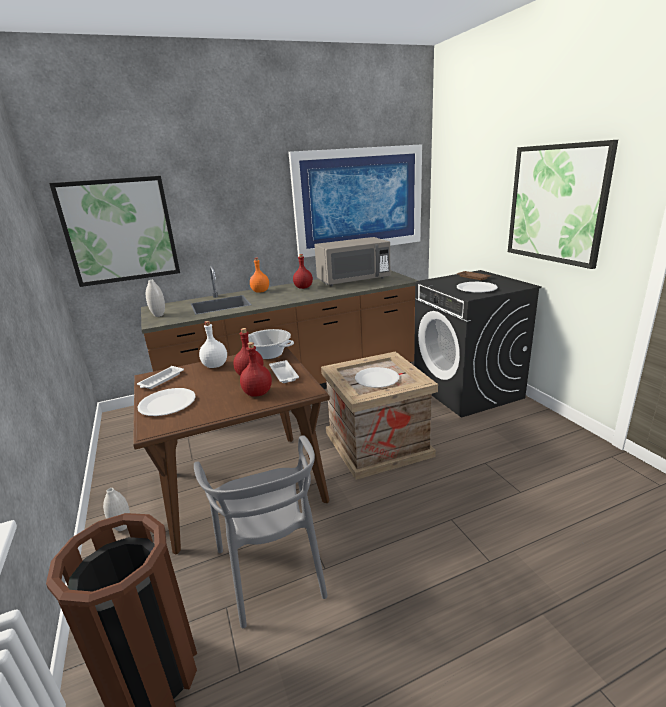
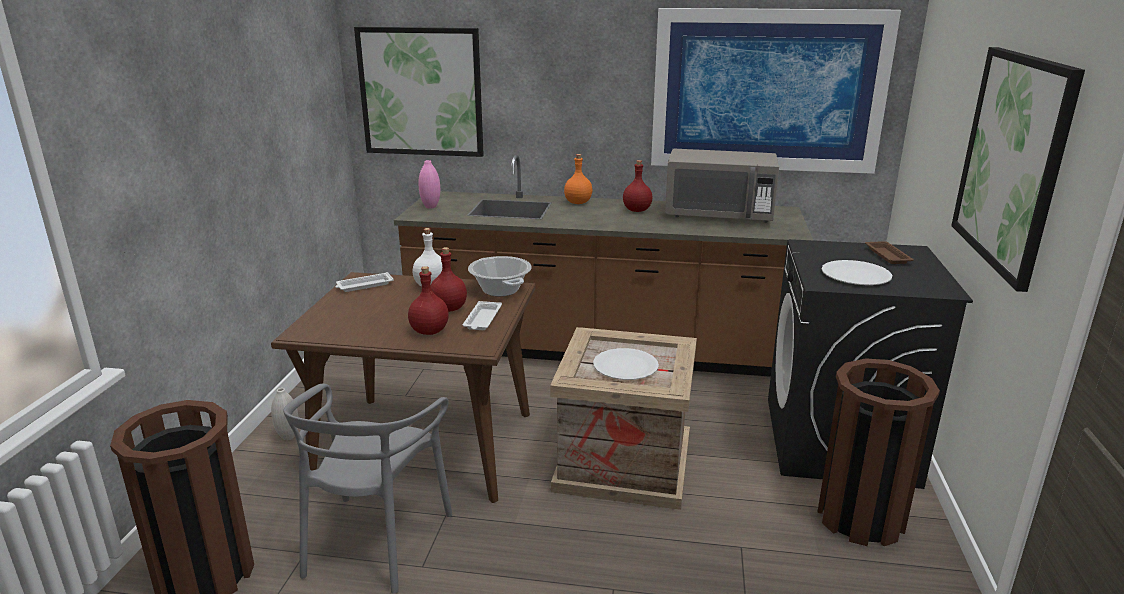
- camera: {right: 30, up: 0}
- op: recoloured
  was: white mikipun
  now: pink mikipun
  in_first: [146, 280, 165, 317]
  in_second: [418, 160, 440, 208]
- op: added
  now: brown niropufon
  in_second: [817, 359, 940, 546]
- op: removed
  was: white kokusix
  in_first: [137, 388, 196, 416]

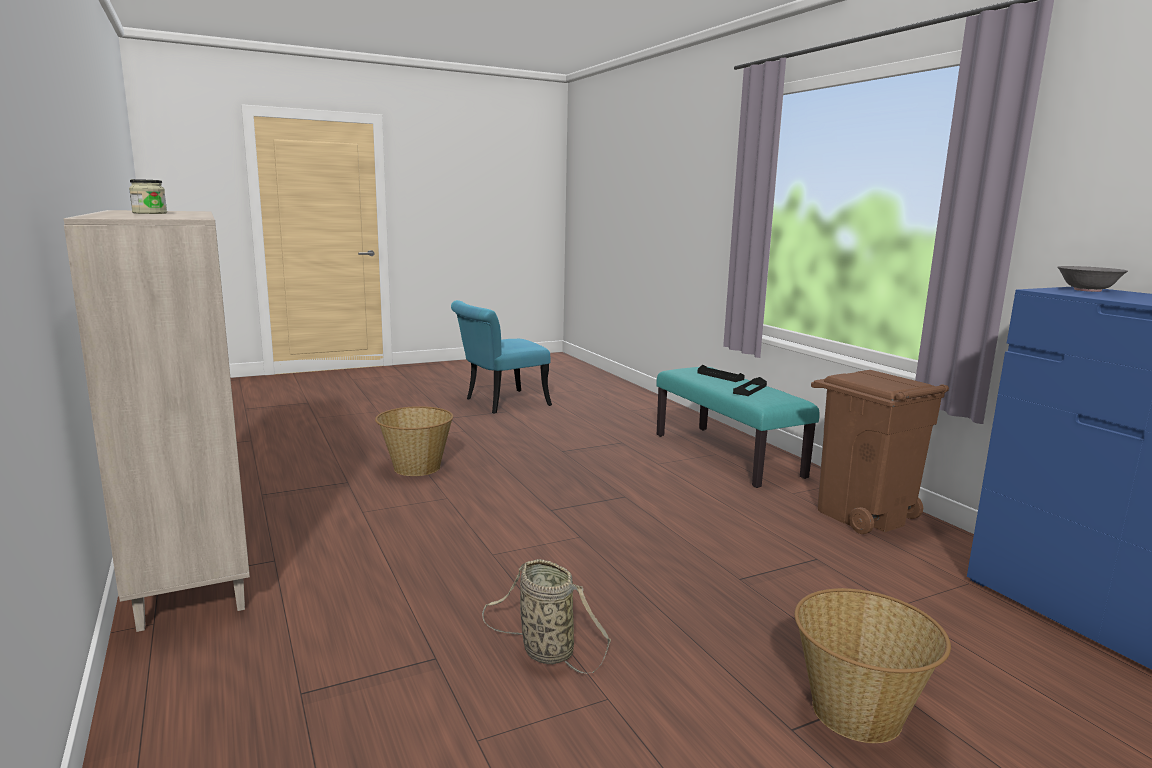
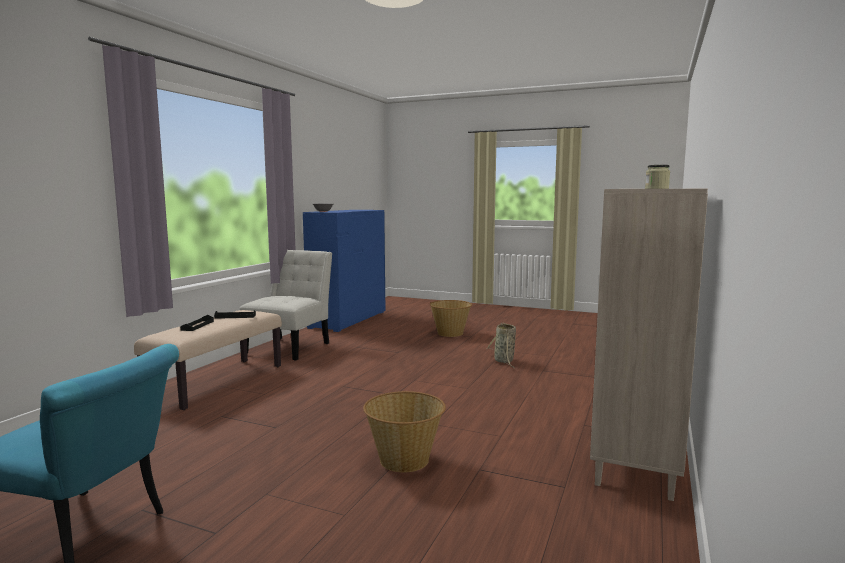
- camera: {right: -130, up: -5}
- op: recoloured
  was: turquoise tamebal
  now: beige tamebal
  in_first: [656, 367, 820, 488]
  in_second: [134, 310, 282, 410]
- op: replaced
  was: brown niropufon
  now: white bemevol
  in_first: [811, 370, 949, 534]
  in_second: [240, 250, 332, 360]

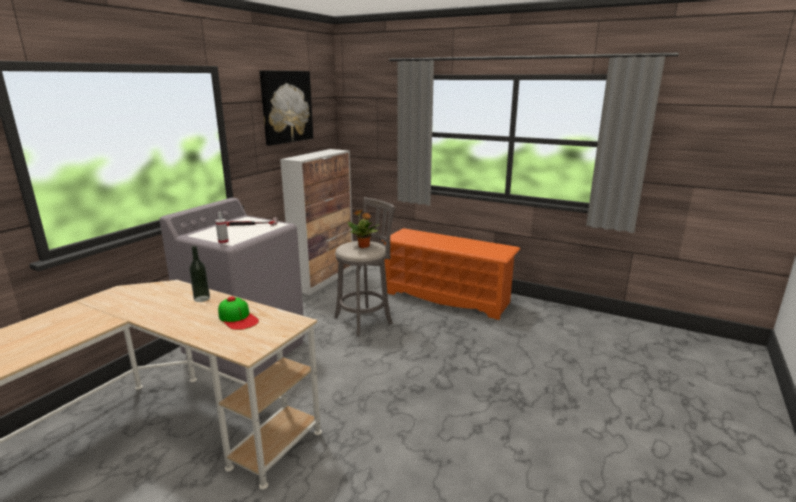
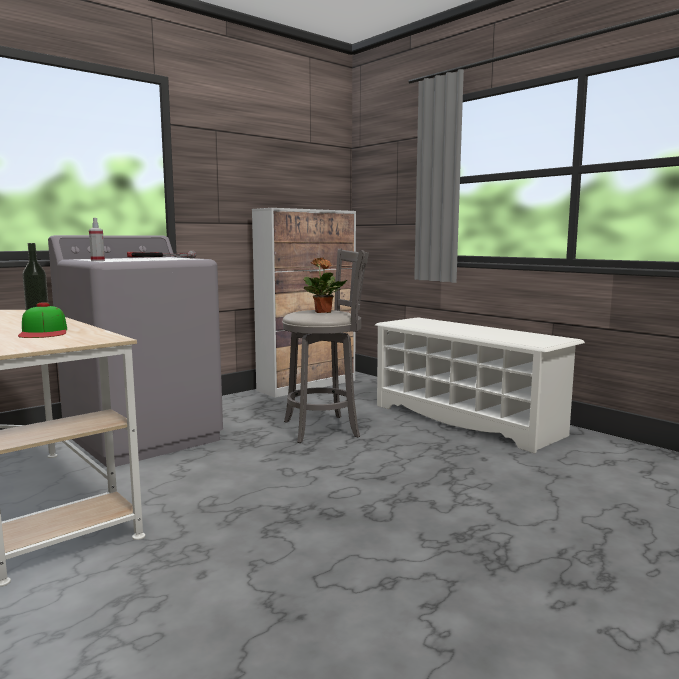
- camera: {right: 20, up: -10}
- op: recoloured
  was: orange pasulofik
  now: white pasulofik
  in_first: [382, 228, 520, 320]
  in_second: [375, 317, 585, 454]
- op: removed
  was: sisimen
  in_first: [260, 70, 313, 146]

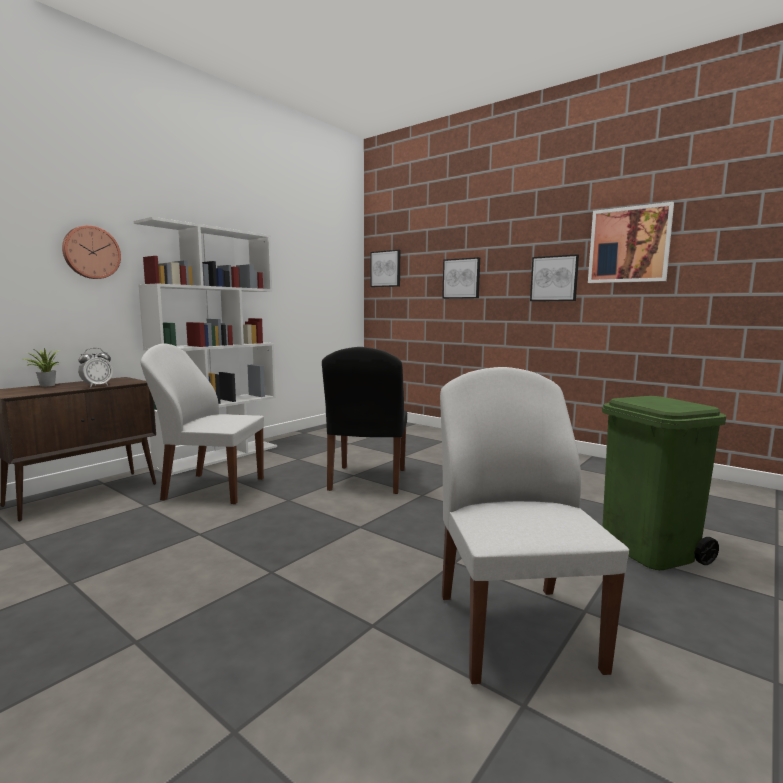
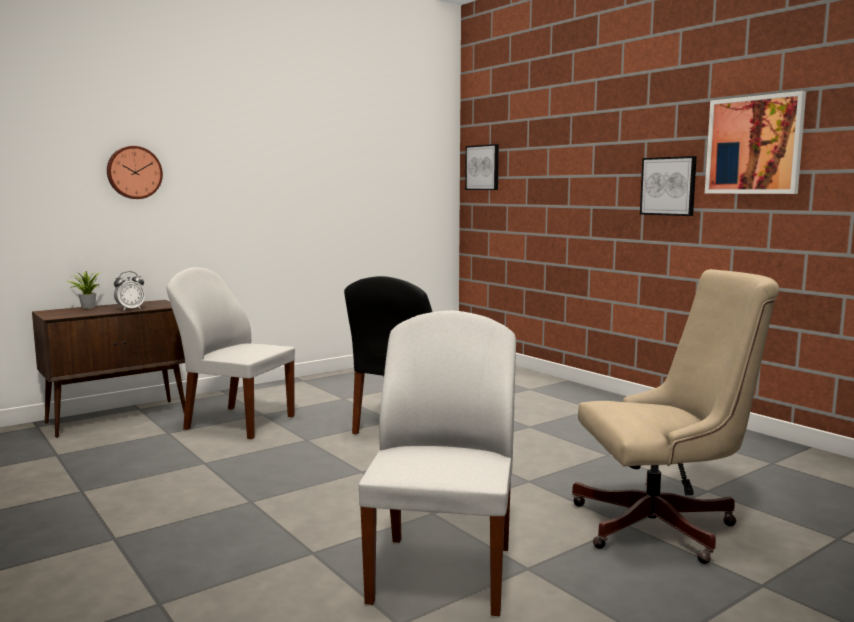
- camera: {right: 15, up: 0}
- op: replaced
  was: green niropufon
  now: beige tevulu
  in_first: [602, 396, 727, 570]
  in_second: [572, 269, 779, 564]
- op: removed
  was: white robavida
  in_first: [134, 217, 277, 475]
- op: removed
  was: sisimen
  in_first: [442, 257, 480, 299]

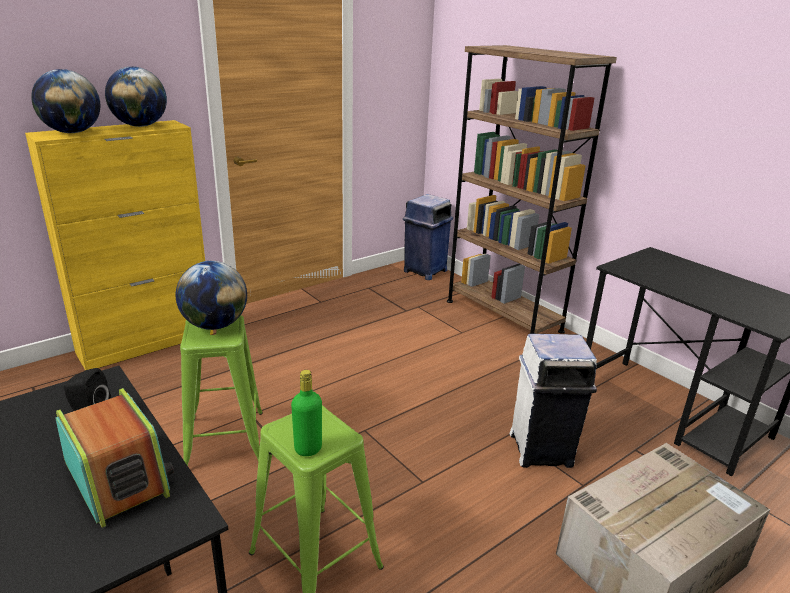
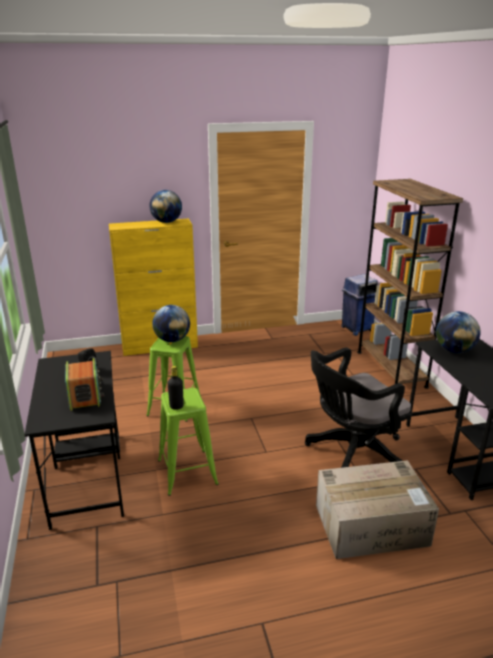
- camera: {right: 25, up: 0}
- op: recoloured
  was: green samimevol
  now: black samimevol
  in_first: [291, 370, 322, 456]
  in_second: [167, 366, 184, 410]
- op: replaced
  was: white niropufon
  now: black tevulu
  in_first: [510, 334, 597, 468]
  in_second: [305, 347, 412, 468]
- op: moved
  was: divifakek
  in_first: [31, 69, 100, 133]
  in_second: [436, 311, 481, 353]

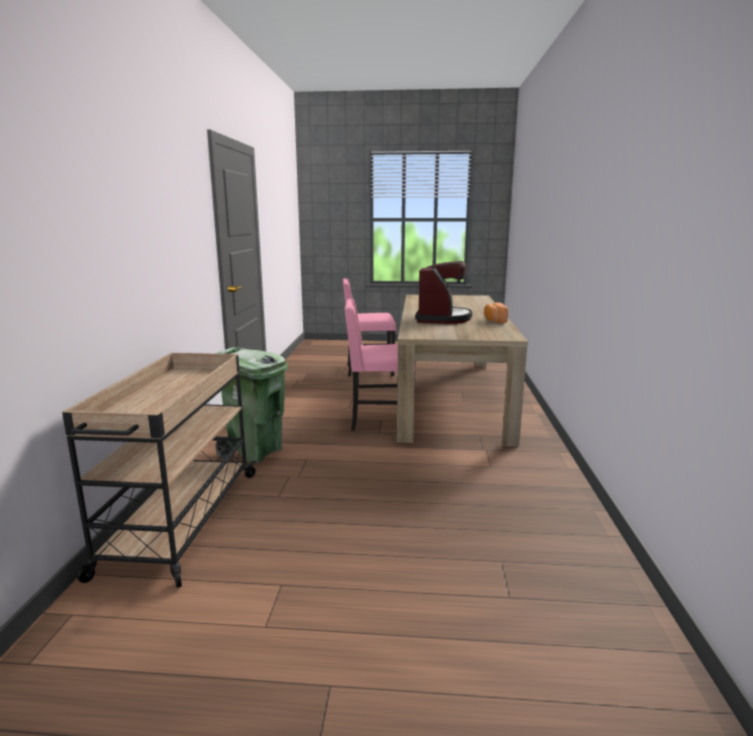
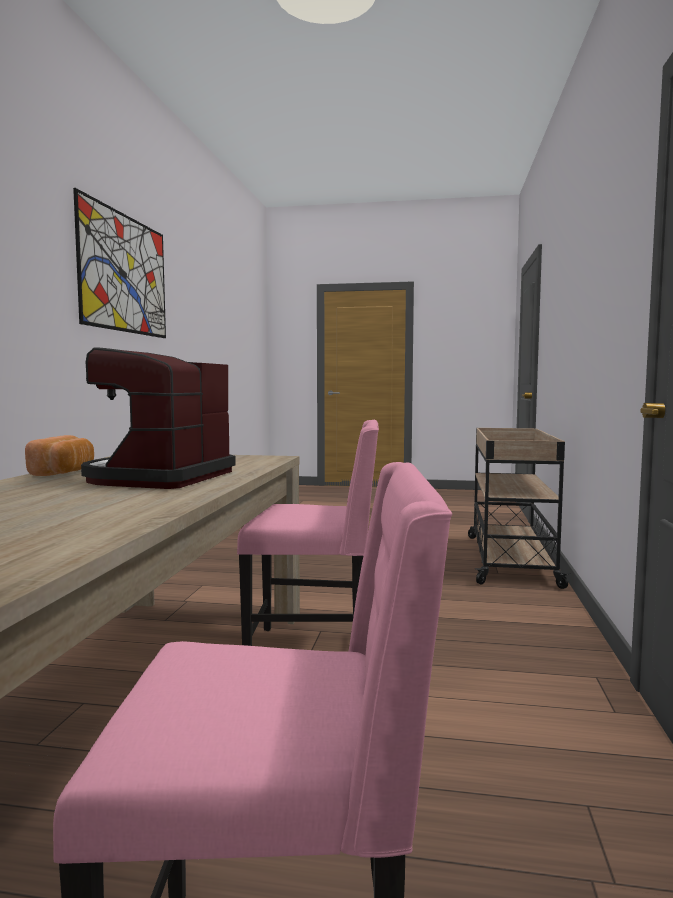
- camera: {right: -175, up: -10}
- op: added
  now: sisimen
  in_second: [73, 188, 166, 338]
- op: removed
  was: green niropufon
  in_first: [214, 347, 288, 463]

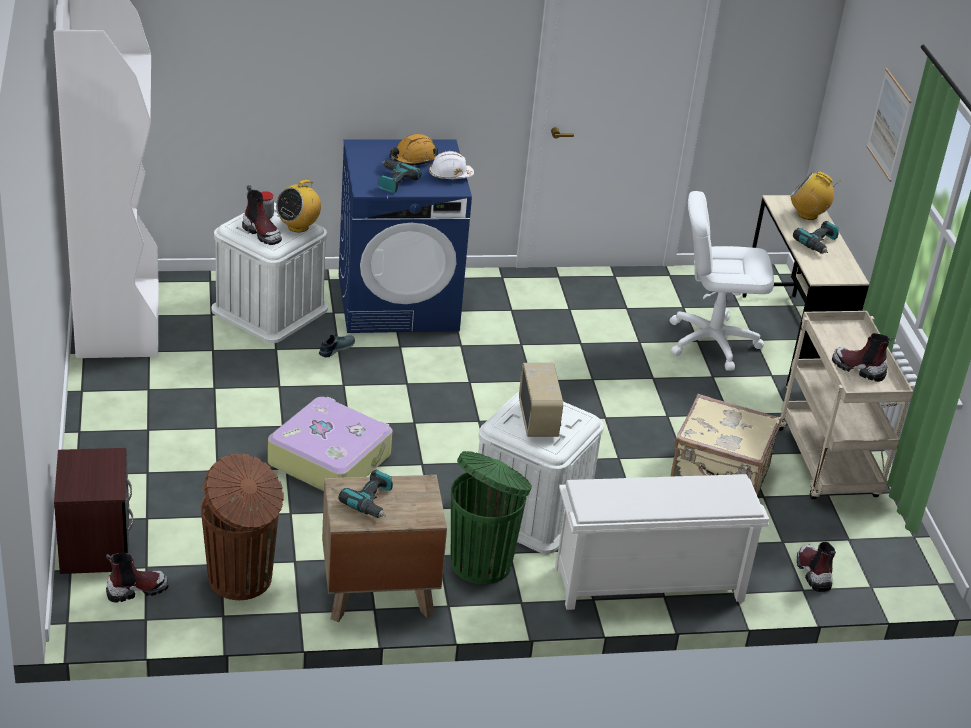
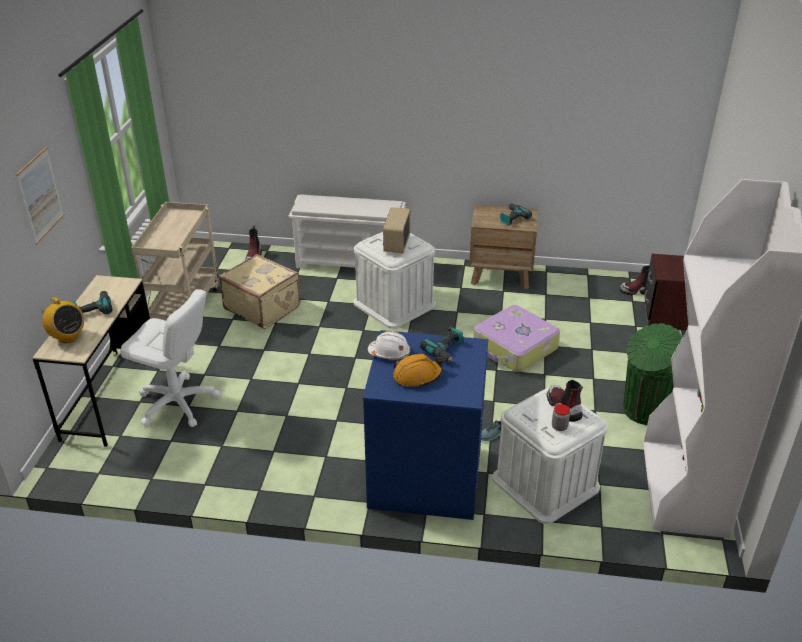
- camera: {right: -160, up: 0}
- op: moved
  was: green niropufon
  in_first: [451, 451, 532, 585]
  in_second: [623, 323, 683, 425]
- op: removed
  was: brown niropufon
  in_first: [201, 454, 284, 600]
- op: removed
  was: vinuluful
  in_first: [276, 178, 321, 232]
- op: removed
  was: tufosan
  in_first: [832, 333, 894, 382]

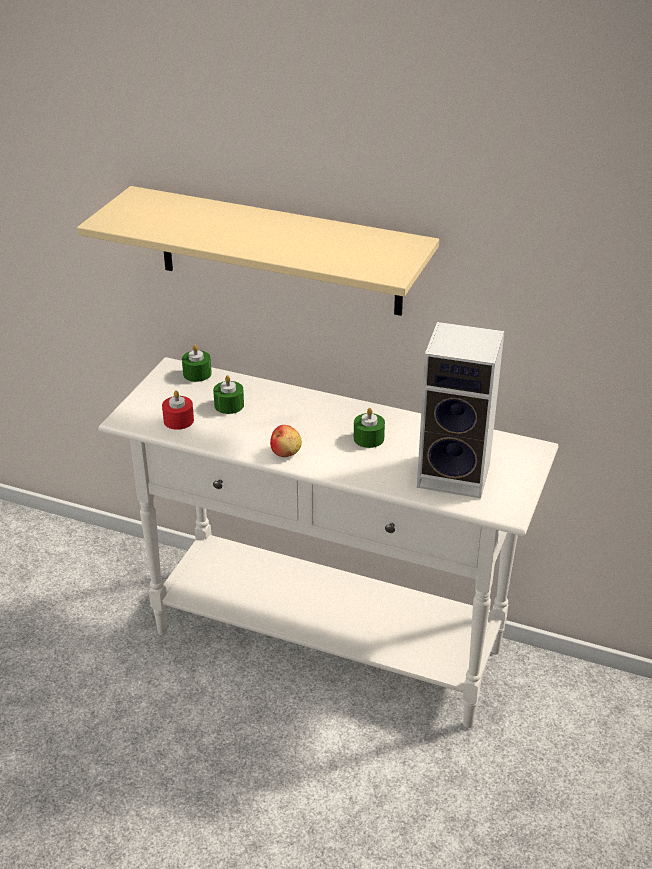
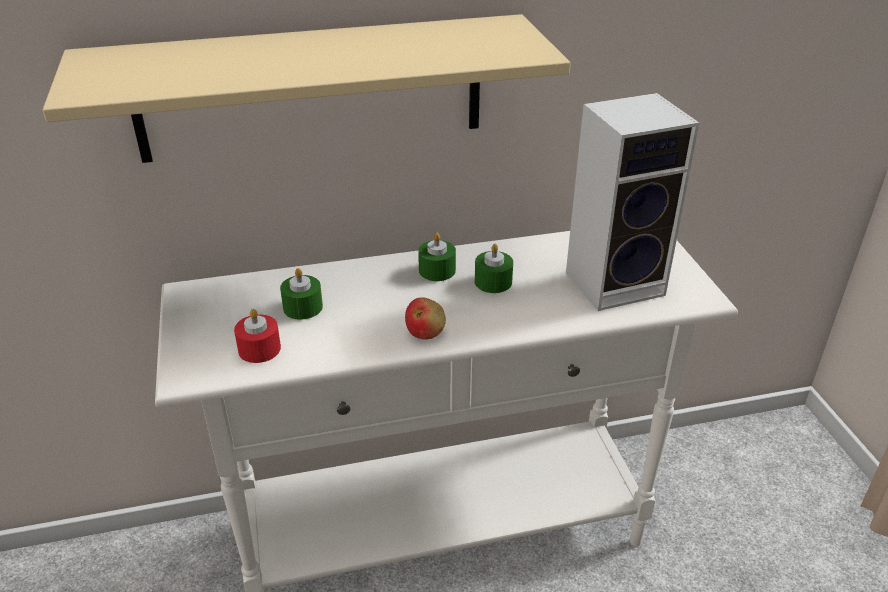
- camera: {right: -35, up: 0}
- op: moved
  was: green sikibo
  in_first: [182, 344, 212, 382]
  in_second: [418, 233, 456, 281]

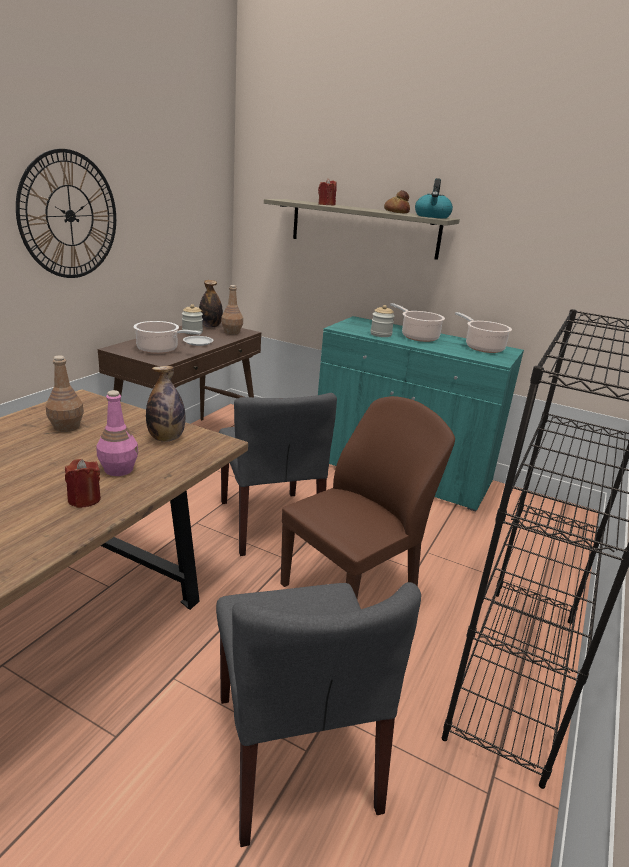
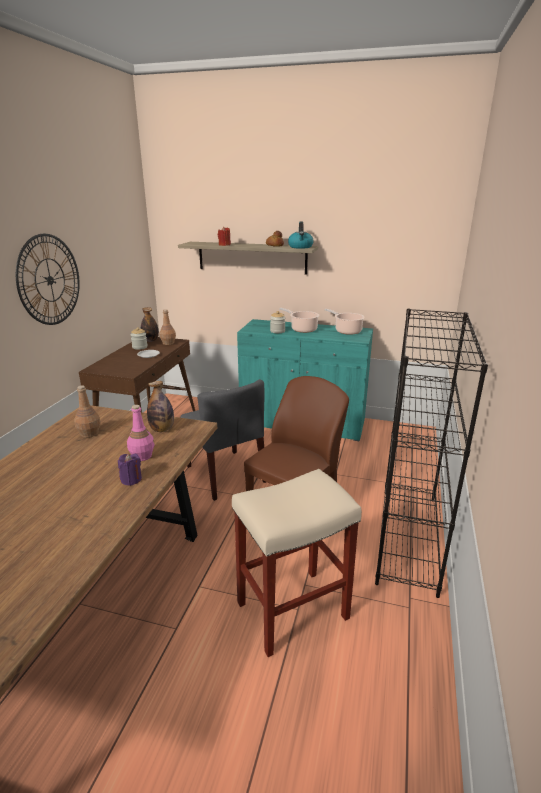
- camera: {right: -10, up: 0}
- op: recoloured
  was: red sikibo
  now: purple sikibo
  in_first: [65, 459, 101, 508]
  in_second: [118, 454, 142, 486]
- op: replaced
  was: grey bemevol
  now: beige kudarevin
  in_first: [216, 582, 421, 847]
  in_second: [232, 469, 362, 657]
- op: removed
  was: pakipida
  in_first: [133, 321, 202, 354]

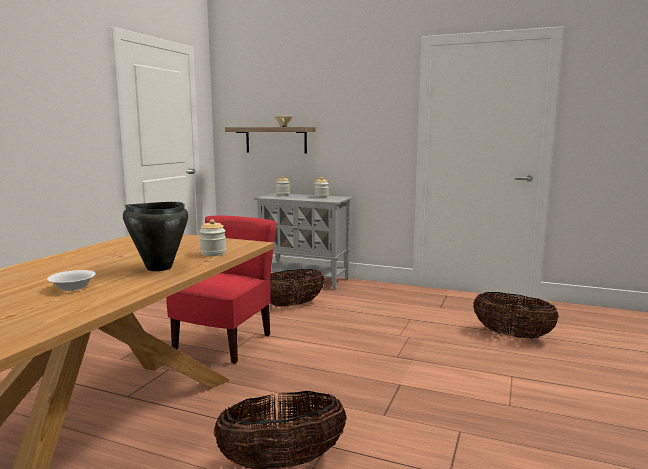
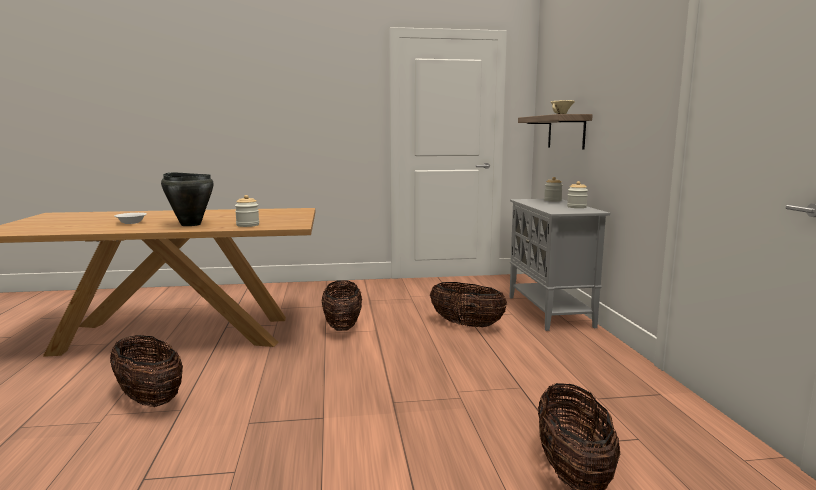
- camera: {right: 60, up: 0}
- op: replaced
  was: red bemevol
  now: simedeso
  in_first: [166, 216, 276, 364]
  in_second: [322, 280, 362, 331]

